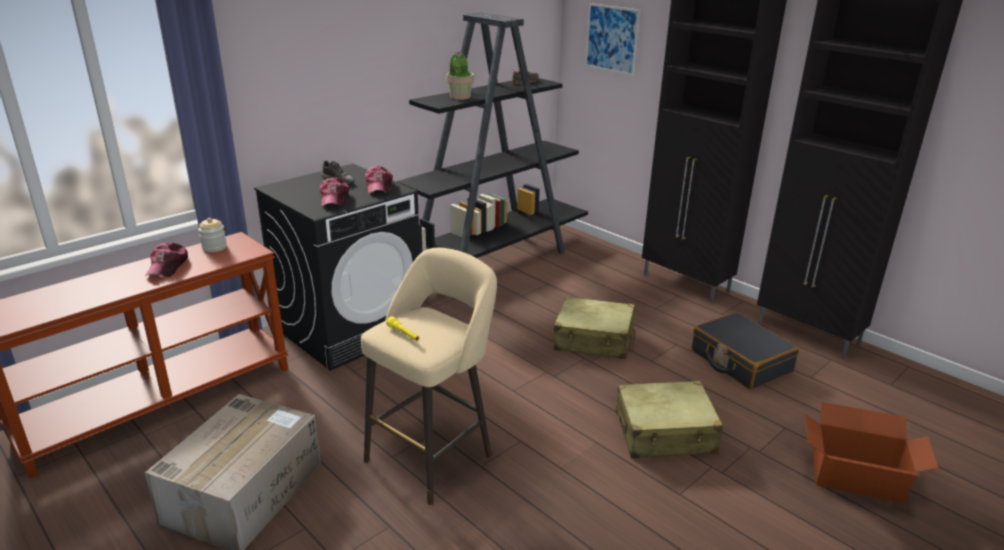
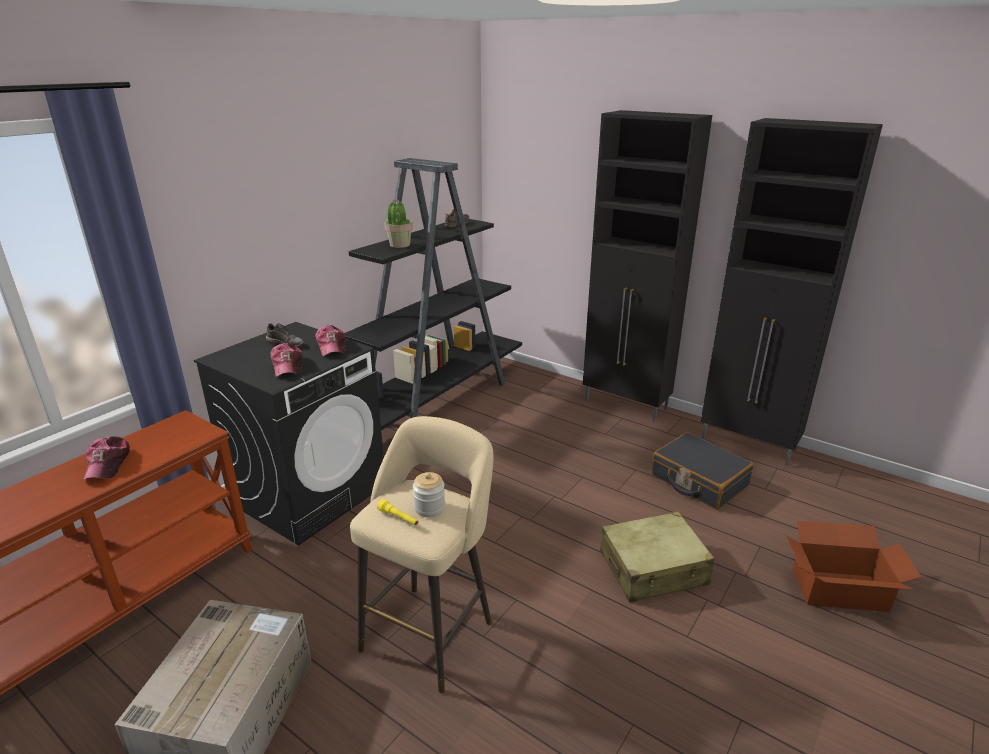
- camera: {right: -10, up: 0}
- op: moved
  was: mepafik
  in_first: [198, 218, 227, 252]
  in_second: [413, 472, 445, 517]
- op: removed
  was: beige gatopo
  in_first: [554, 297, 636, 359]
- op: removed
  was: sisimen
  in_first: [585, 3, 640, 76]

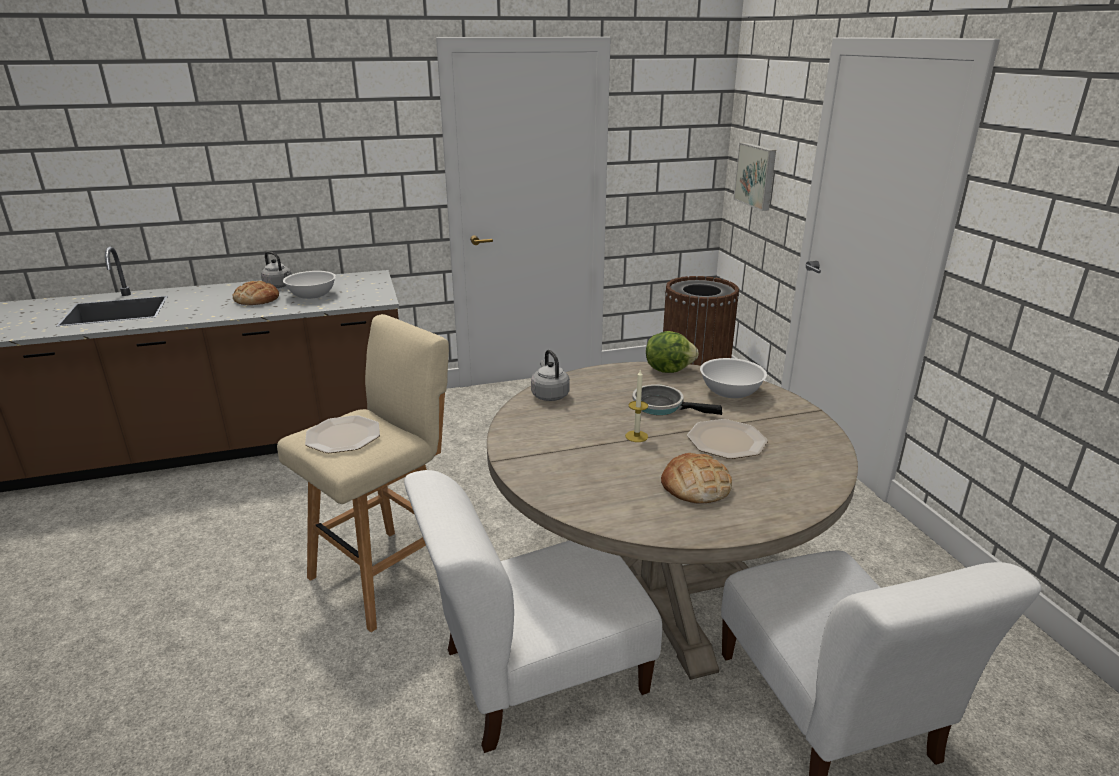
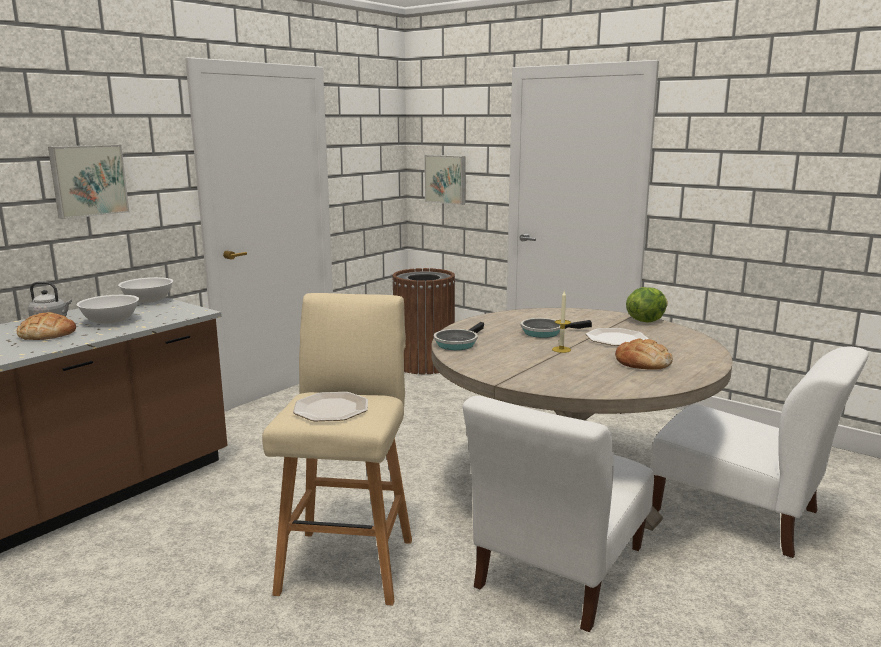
- camera: {right: -35, up: -10}
- op: added
  now: sisimen
  in_second: [48, 145, 129, 219]
- op: moved
  was: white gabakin
  in_first: [700, 358, 767, 398]
  in_second: [118, 277, 173, 303]
- op: replaced
  was: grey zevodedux
  now: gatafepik
  in_first: [531, 350, 570, 401]
  in_second: [434, 322, 484, 350]
- op: moved
  was: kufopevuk
  in_first: [646, 331, 699, 373]
  in_second: [626, 287, 668, 322]

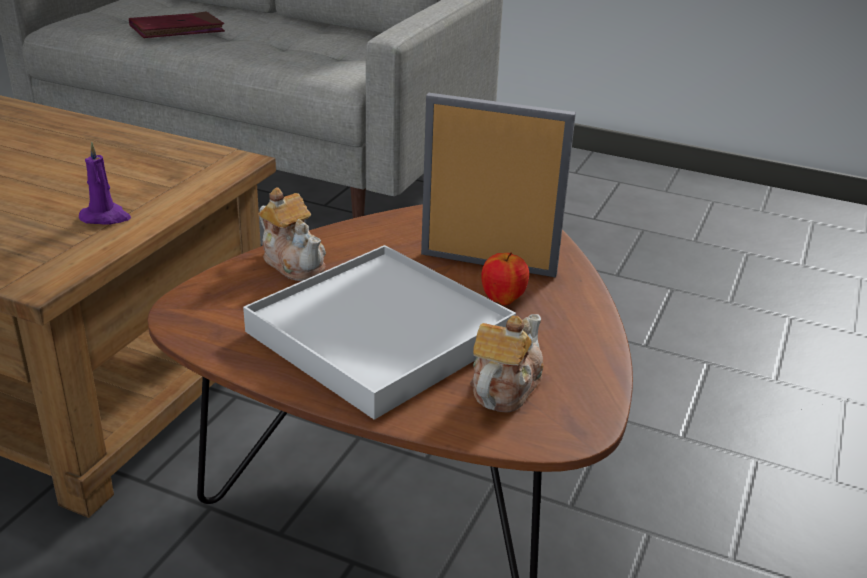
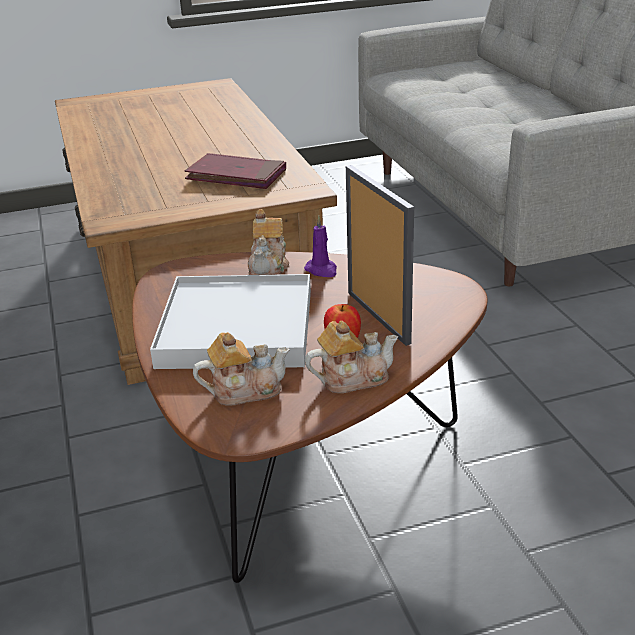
- camera: {right: 50, up: 0}
- op: moved
  was: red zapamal
  in_first: [129, 12, 225, 38]
  in_second: [185, 153, 286, 189]
- op: moved
  was: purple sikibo
  in_first: [79, 142, 131, 225]
  in_second: [304, 216, 337, 277]
- op: added
  now: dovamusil
  in_second: [305, 321, 399, 393]

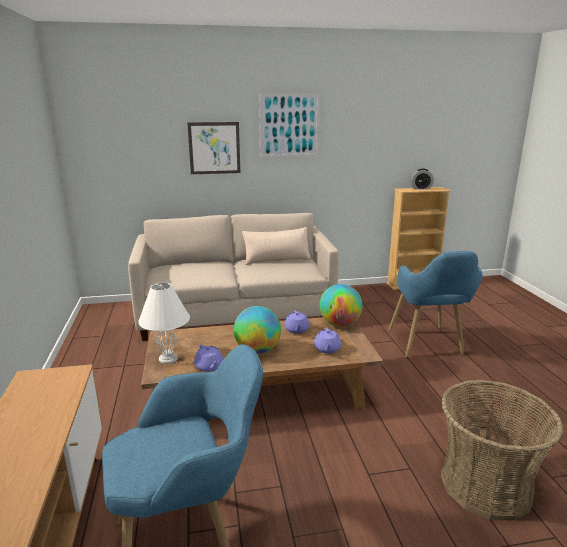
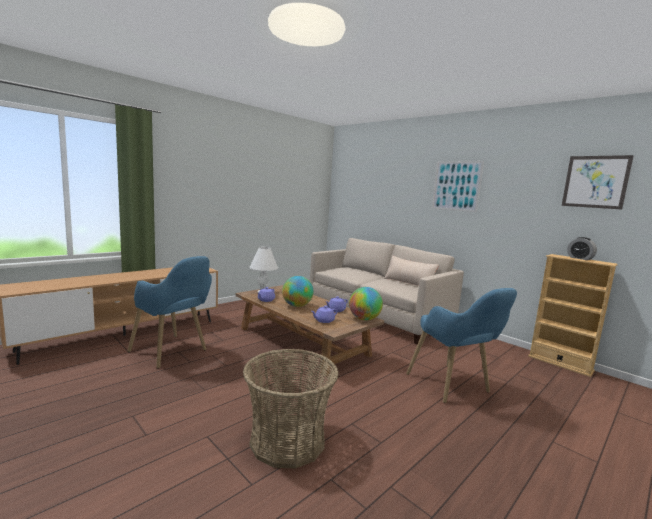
- camera: {right: 55, up: -10}
- op: turned
  was: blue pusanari
  in_first: [388, 251, 483, 358]
  in_second: [406, 288, 517, 403]
  clockwise: -75
- op: moved
  was: sisimen
  in_first: [187, 122, 240, 174]
  in_second: [562, 155, 634, 210]

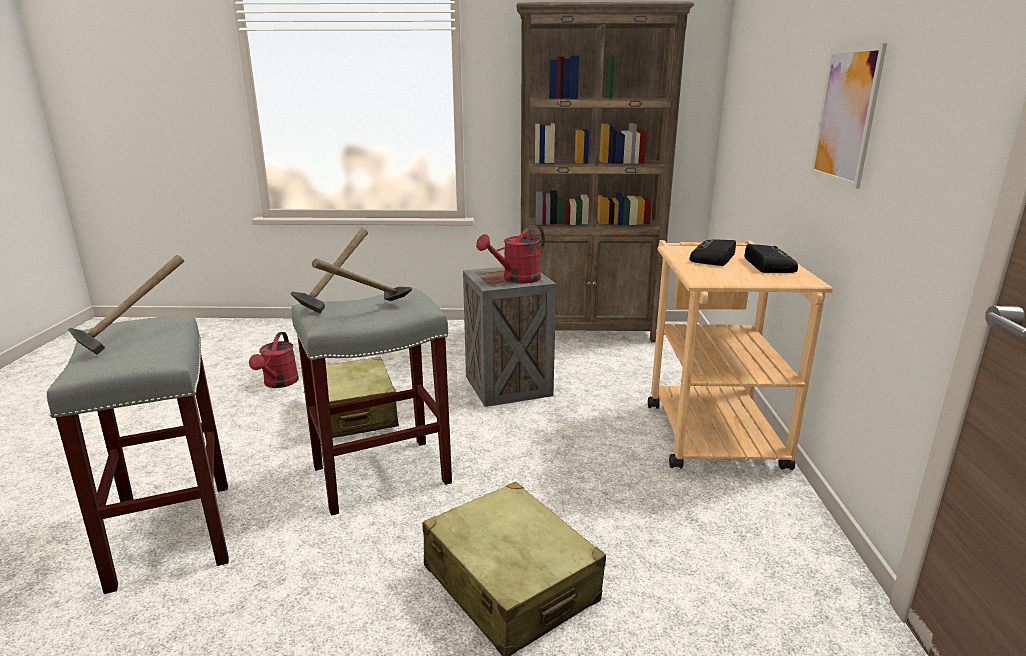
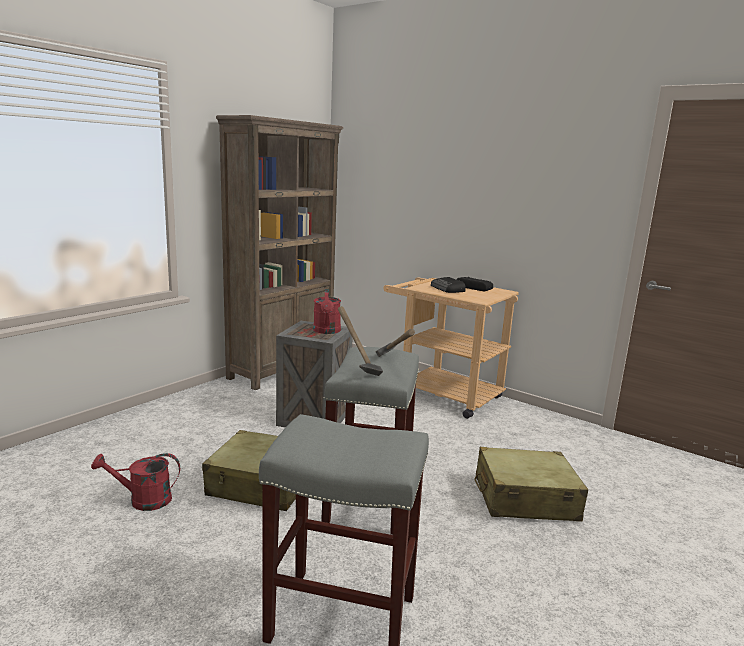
- camera: {right: -55, up: -5}
- op: turned
  was: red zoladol
  in_first: [249, 332, 299, 388]
  in_second: [91, 453, 180, 511]
  clockwise: 135
- op: removed
  was: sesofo
  in_first: [68, 255, 184, 355]
- op: removed
  was: sisimen
  in_first: [811, 43, 887, 189]

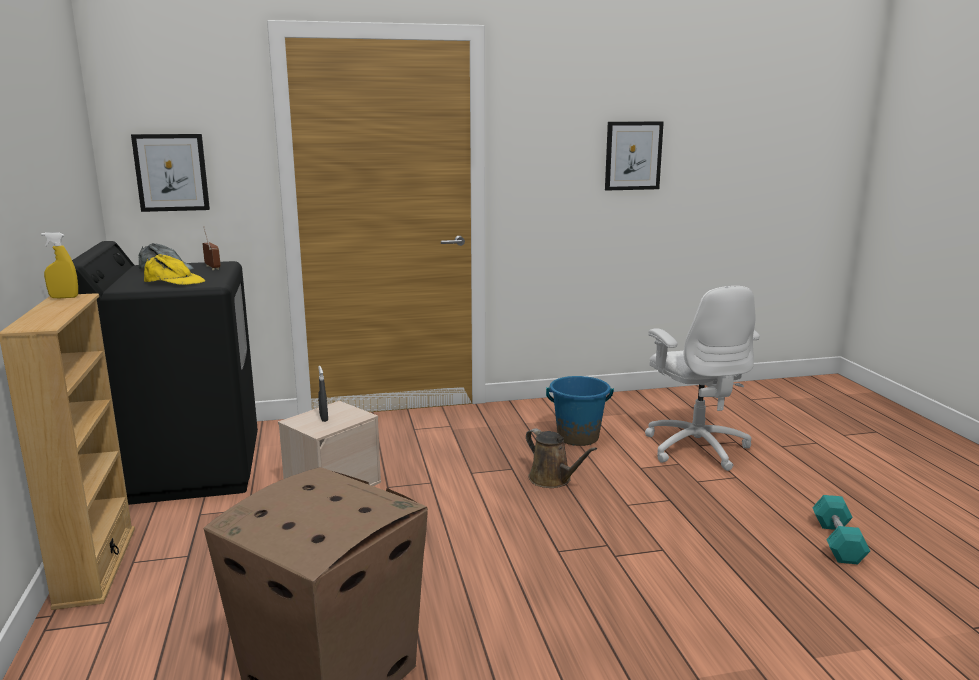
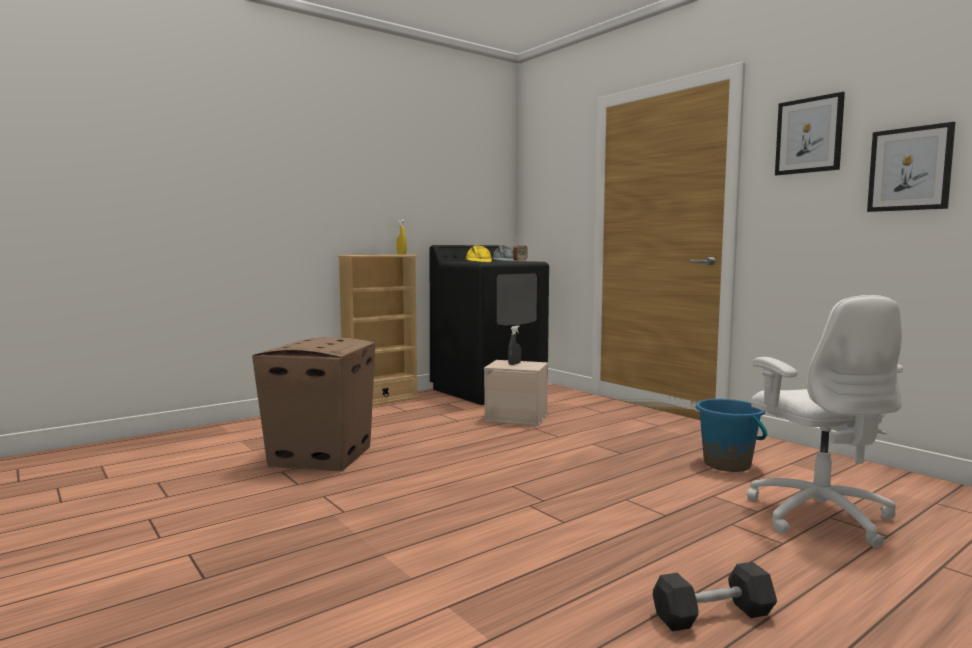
- camera: {right: 65, up: -10}
- op: recoloured
  was: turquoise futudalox
  now: grey futudalox
  in_first: [812, 495, 870, 564]
  in_second: [653, 562, 777, 632]
- op: turned
  was: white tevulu
  in_first: [645, 286, 760, 471]
  in_second: [747, 295, 903, 548]
  clockwise: -60
- op: moved
  was: sisimen
  in_first: [131, 134, 210, 212]
  in_second: [775, 92, 845, 176]
- op: removed
  was: brown zoladol
  in_first: [526, 428, 597, 488]

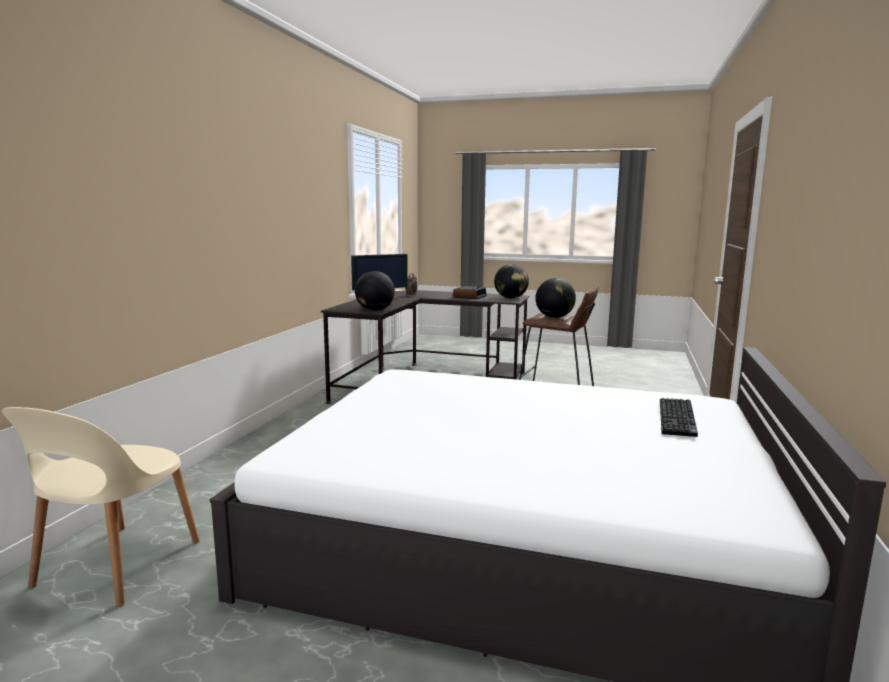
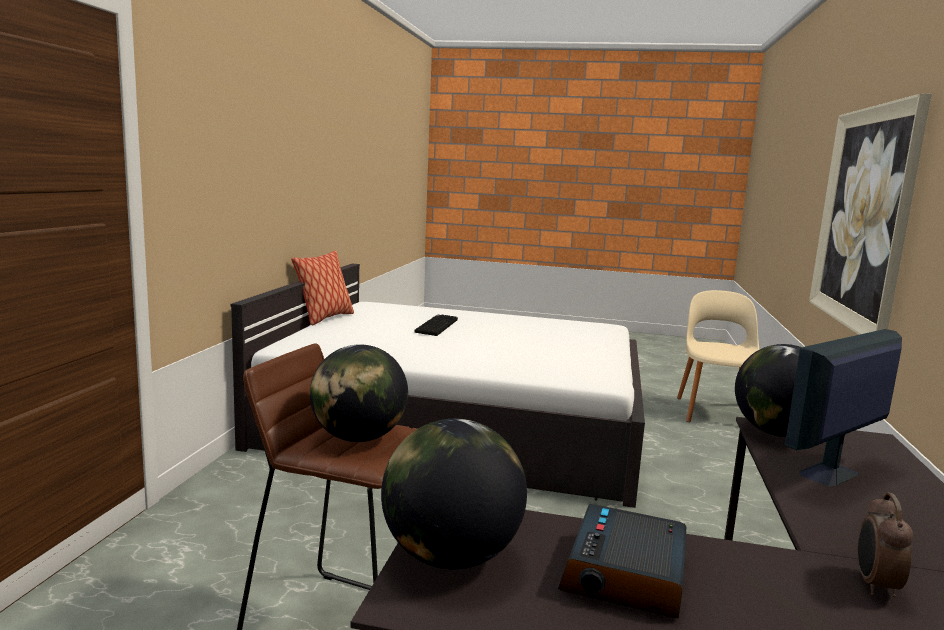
- camera: {right: 175, up: 0}
- op: added
  now: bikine
  in_second: [291, 251, 354, 325]
- op: moved
  was: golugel
  in_first: [660, 398, 698, 437]
  in_second: [414, 315, 458, 336]
- op: added
  now: sisimen
  in_second: [809, 94, 932, 335]

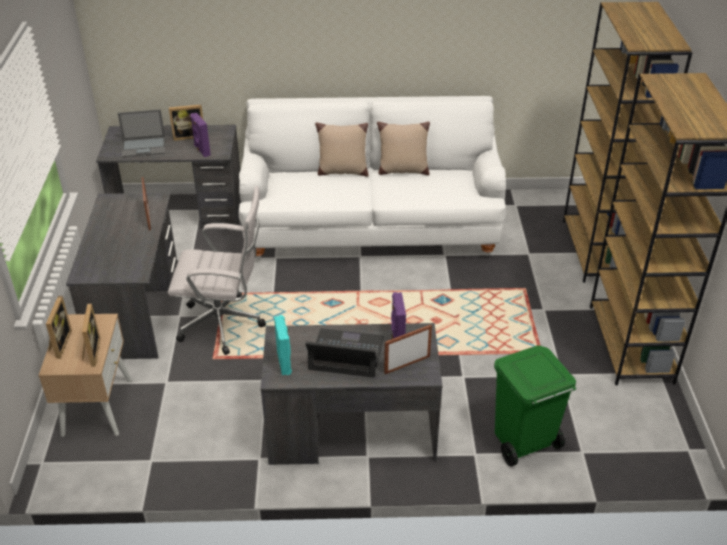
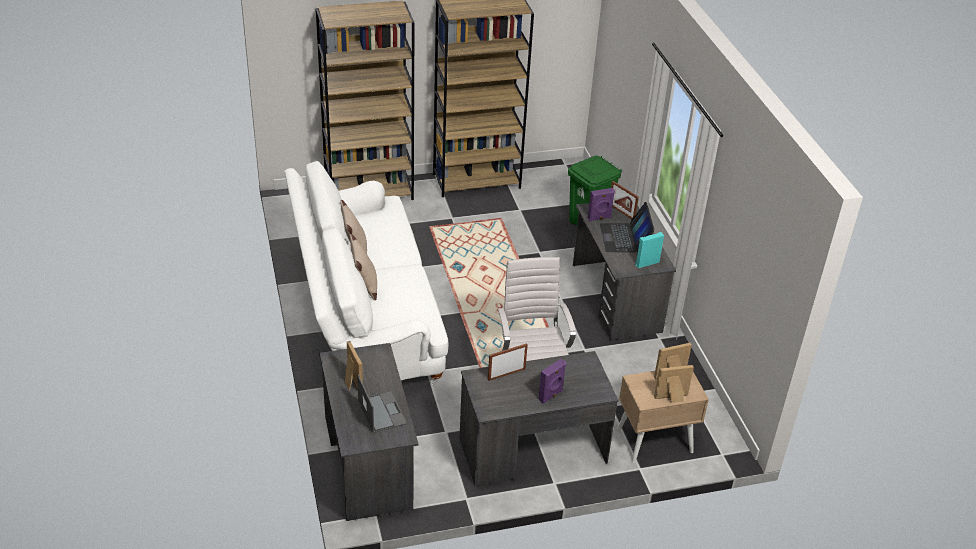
- camera: {right: -105, up: 0}
- op: moved
  was: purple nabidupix
  in_first: [190, 113, 211, 157]
  in_second: [538, 359, 566, 404]

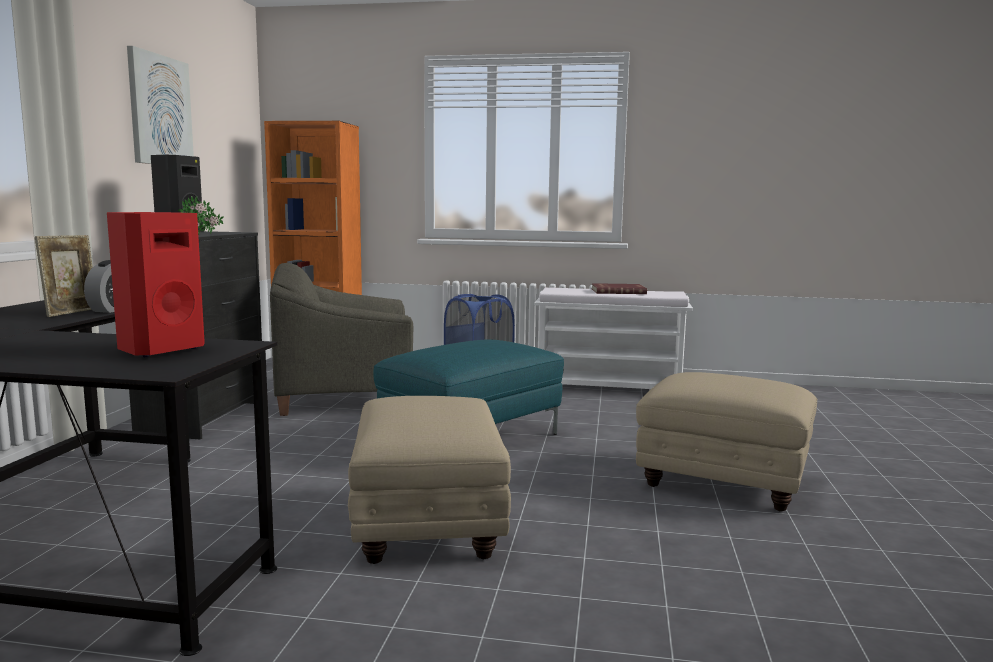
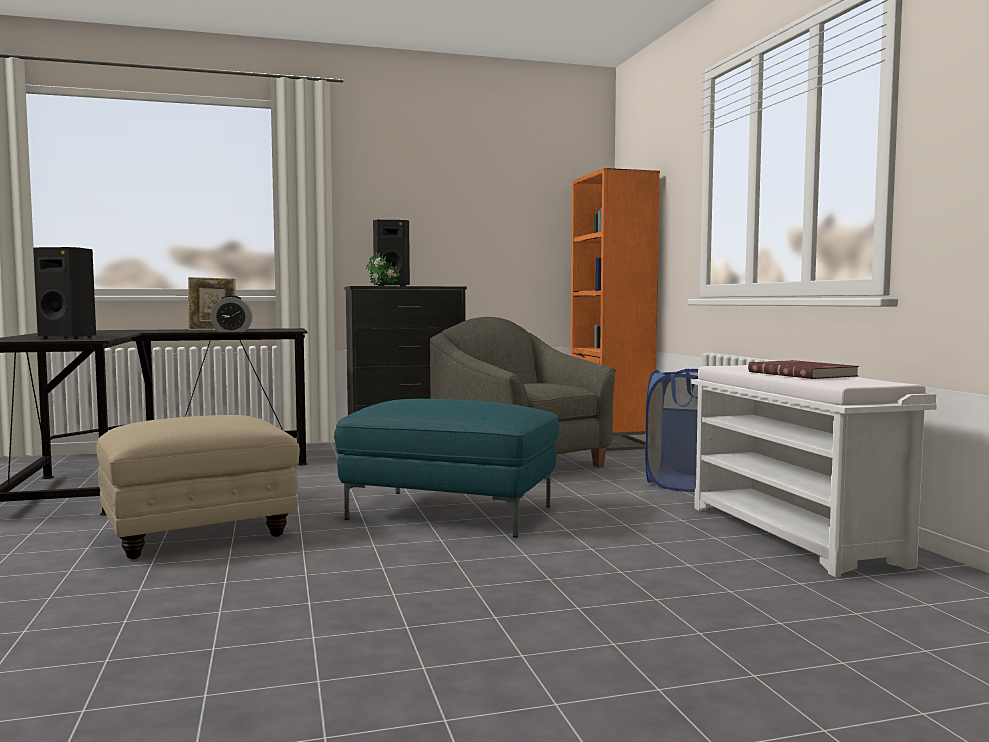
- camera: {right: 65, up: -5}
- op: recoloured
  was: red nabidupix
  now: black nabidupix
  in_first: [107, 212, 205, 357]
  in_second: [33, 247, 96, 339]
- op: removed
  was: sisimen
  in_first: [127, 46, 194, 164]
- op: removed
  was: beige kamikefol
  in_first: [636, 372, 817, 512]

